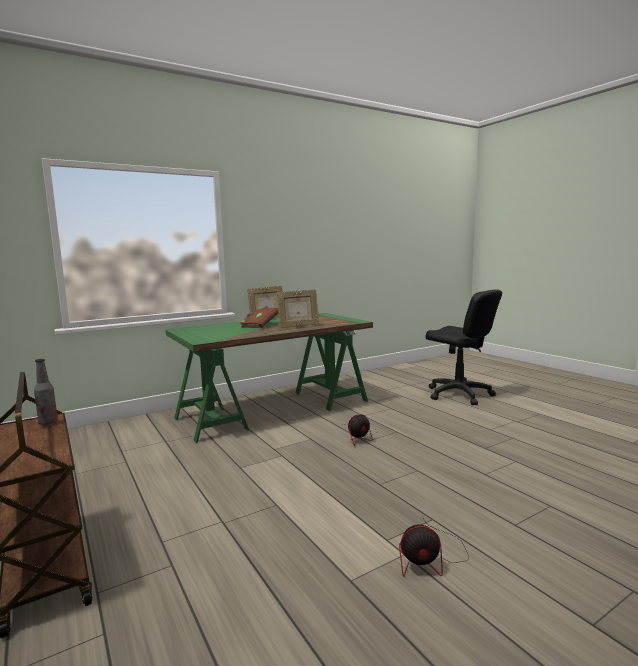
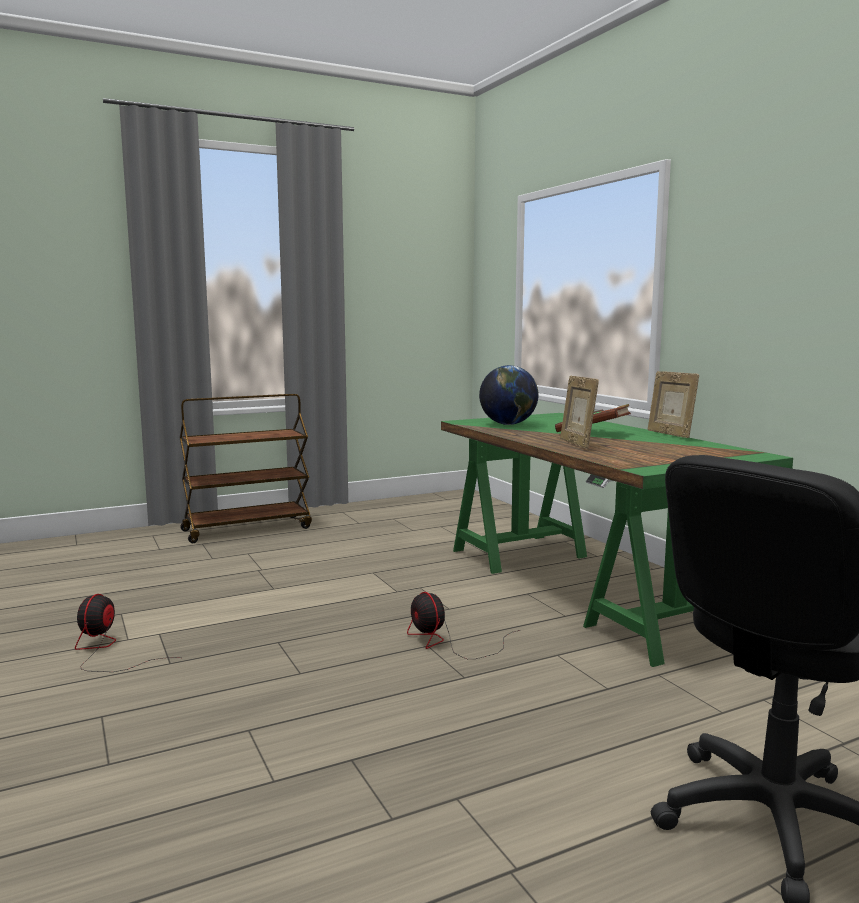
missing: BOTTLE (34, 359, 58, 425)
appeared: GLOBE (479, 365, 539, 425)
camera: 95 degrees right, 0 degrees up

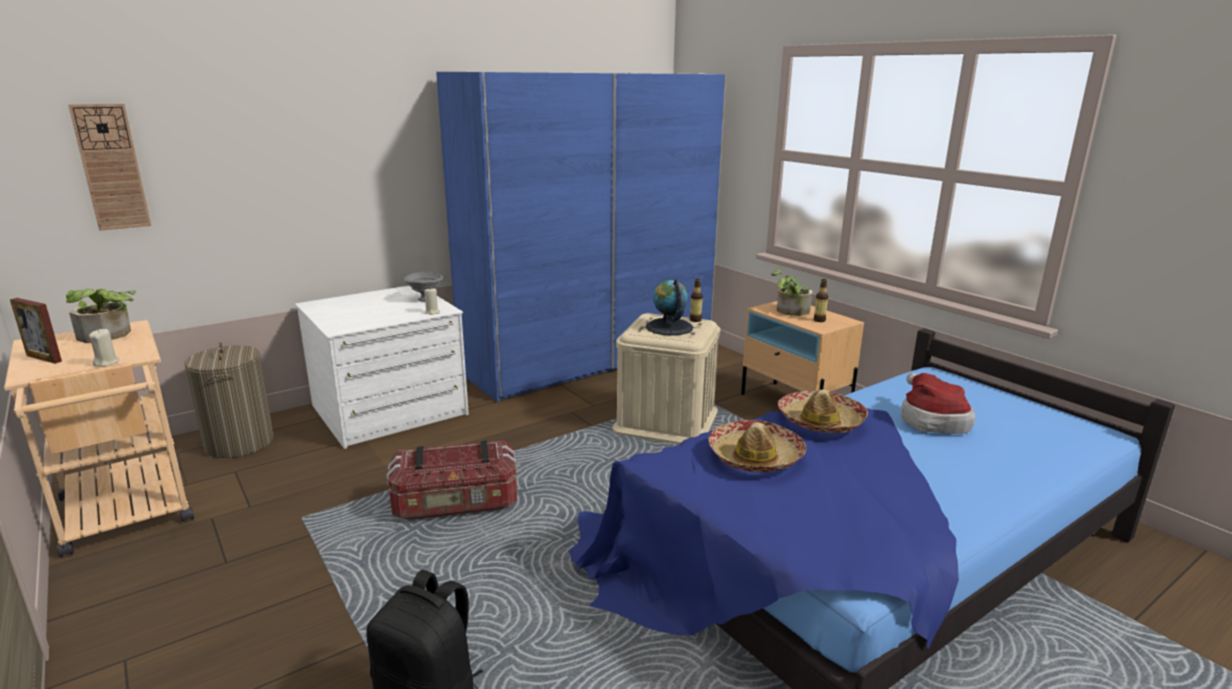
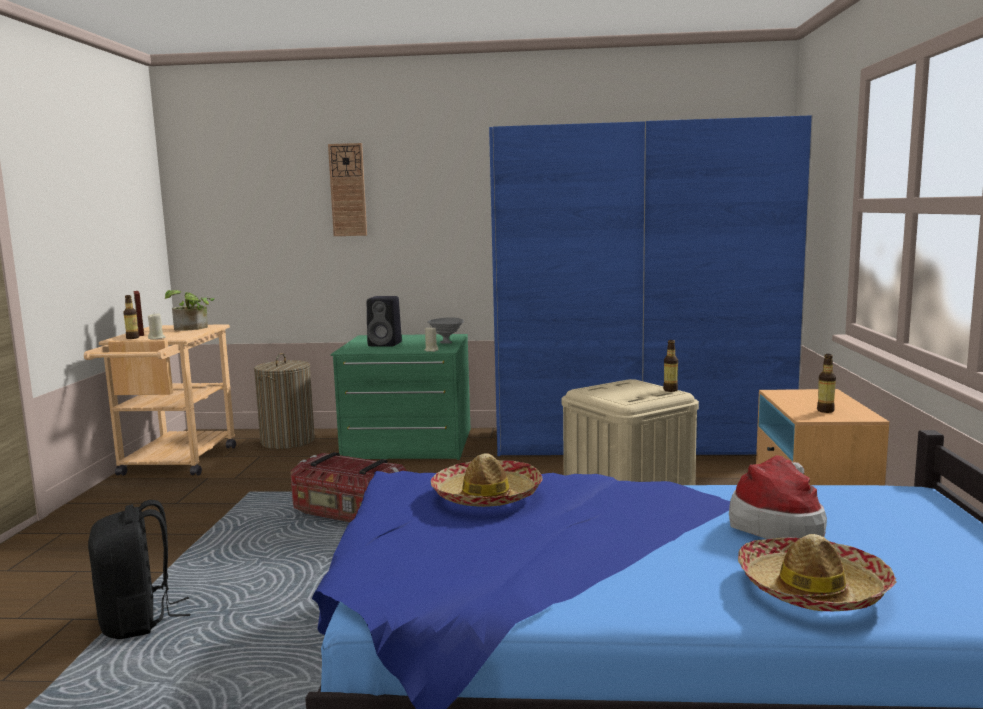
missing: GLOBE (646, 279, 693, 336); POTTED PLANT (771, 268, 812, 316)
appeared: BOTTLE (123, 295, 139, 339); BLACK SPEAKER (367, 296, 402, 346)
relocated: WALL CLOCK (68, 104, 151, 231) to (328, 143, 367, 236); HAT (777, 390, 868, 433) to (738, 534, 897, 611)
colour: WHITE DRESSER (295, 286, 469, 449) to GREEN DRESSER (330, 334, 470, 460)
camera: 40 degrees right, 10 degrees down

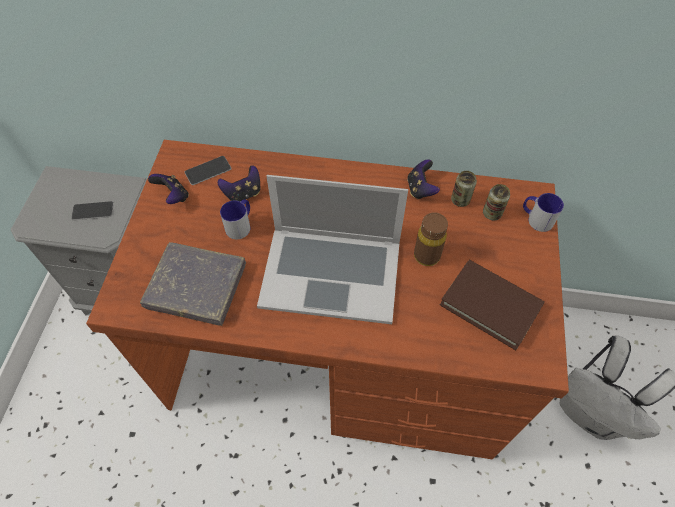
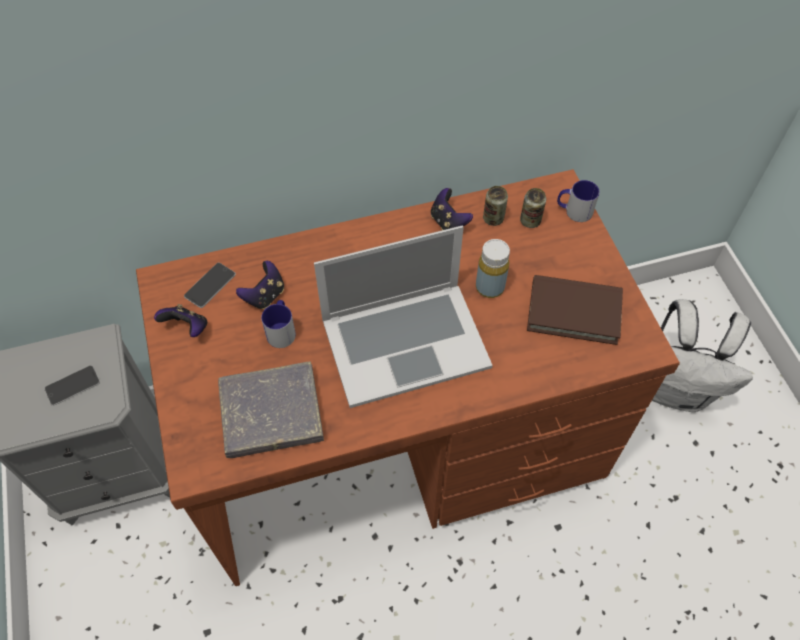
colour: BROWN BOTTLE (414, 212, 448, 266) to YELLOW BOTTLE (476, 239, 510, 298)
camera: 25 degrees left, 0 degrees up

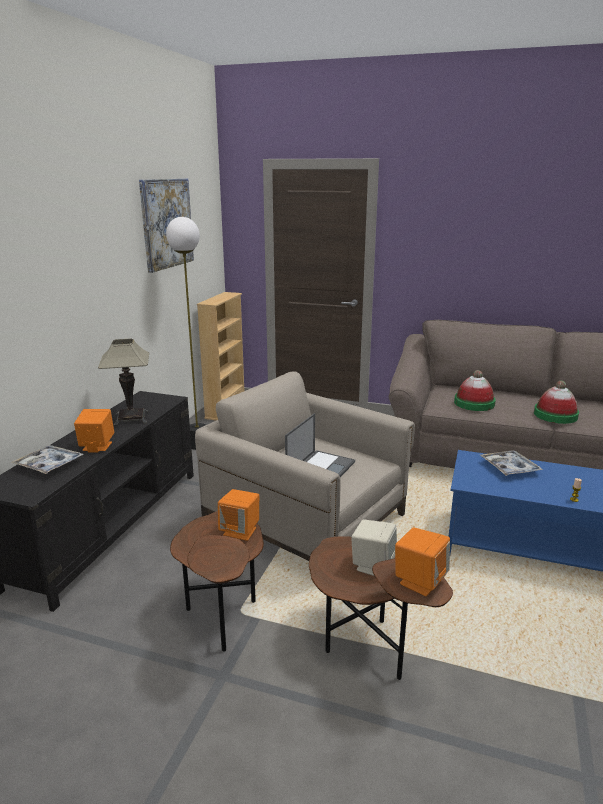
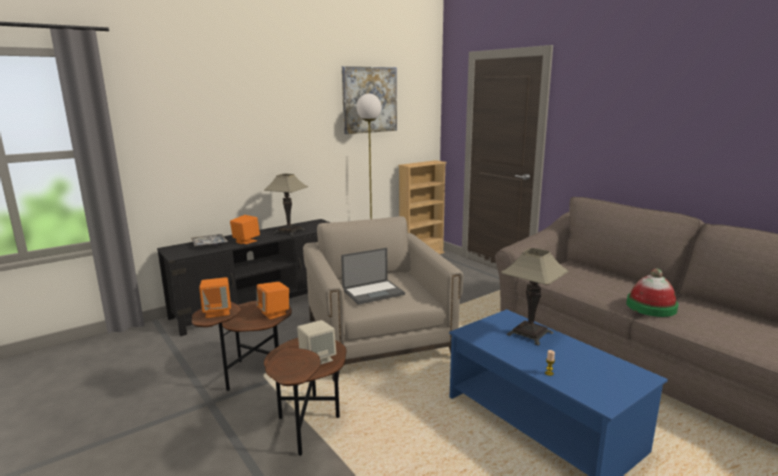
missing: HAT (454, 370, 496, 411)
relocated: ORANGE SPEAKER (395, 527, 450, 597) to (199, 277, 231, 318)
exchanged: TRAY (480, 450, 543, 476) to TABLE LAMP (501, 248, 569, 346)
camera: 35 degrees right, 5 degrees down

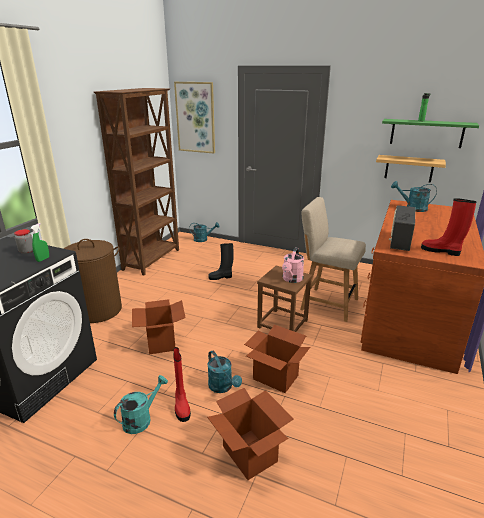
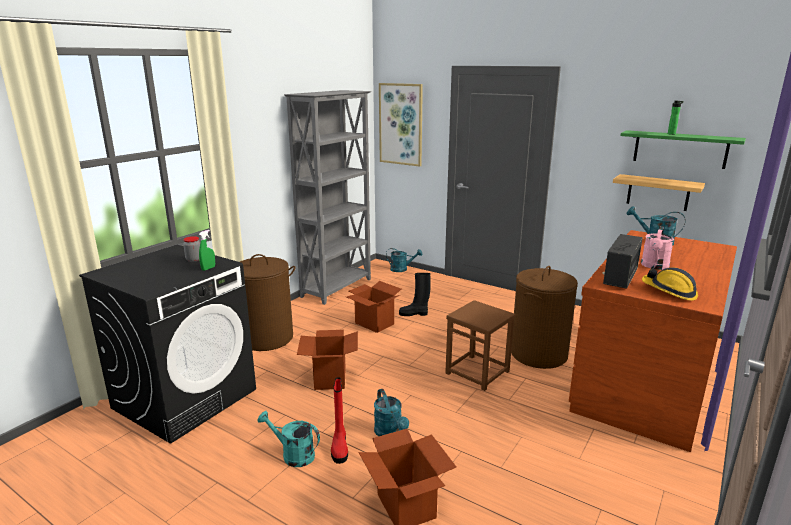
relocated: CARDBOARD BOX (244, 325, 310, 393) to (346, 281, 401, 333); PINK WATERING CAN (282, 247, 304, 283) to (641, 226, 674, 270)
exchanged: BEIGE CHAIR (300, 197, 366, 322) to BROWN LAUNDRY BASKET (511, 266, 578, 369); RED BOOT (421, 198, 477, 256) to HARD HAT (642, 267, 698, 301)
colour: BROWN BOOKCASE (94, 88, 179, 275) to GREY BOOKCASE (284, 90, 371, 305)
spun: TURQUOISE WATERING CAN (114, 375, 168, 434) = (257, 411, 320, 467) 120 degrees counterclockwise
camera: 10 degrees right, 5 degrees down

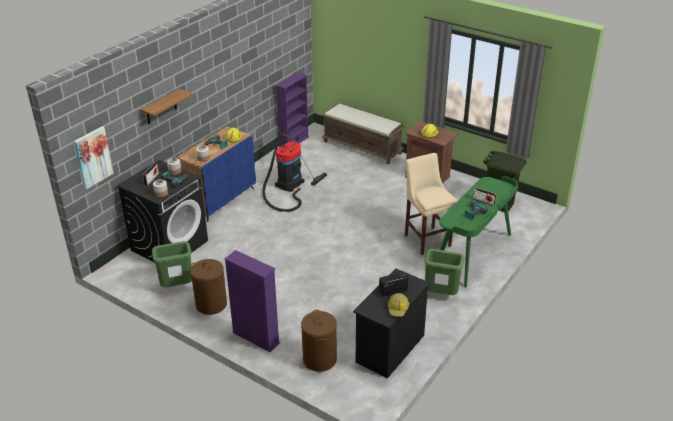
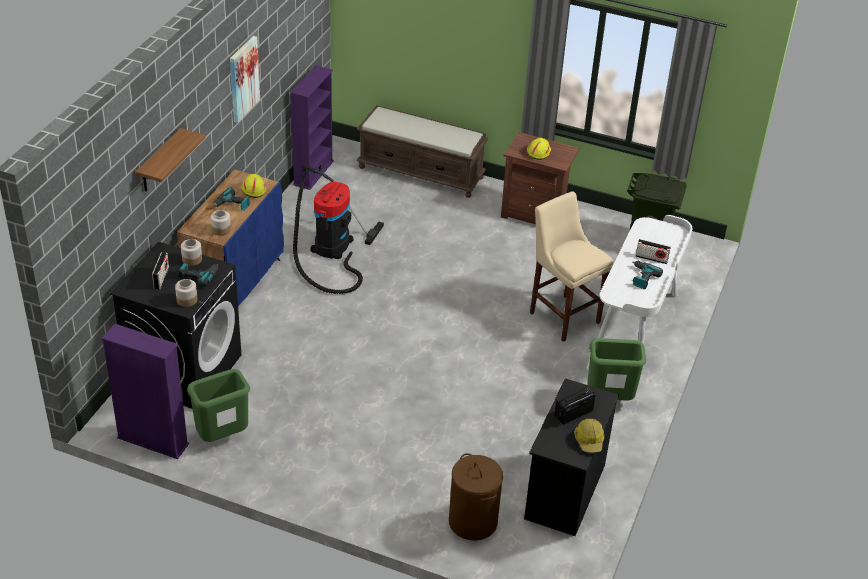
missing: BROWN LAUNDRY BASKET (190, 259, 227, 315)
relocated: PICTURE (74, 126, 114, 189) to (230, 36, 260, 123); PURPLE BOOKCASE (224, 250, 280, 352) to (101, 324, 189, 459)
colour: GREEN DESK (439, 176, 518, 288) to WHITE DESK (587, 215, 692, 385)
camera: 15 degrees left, 5 degrees up

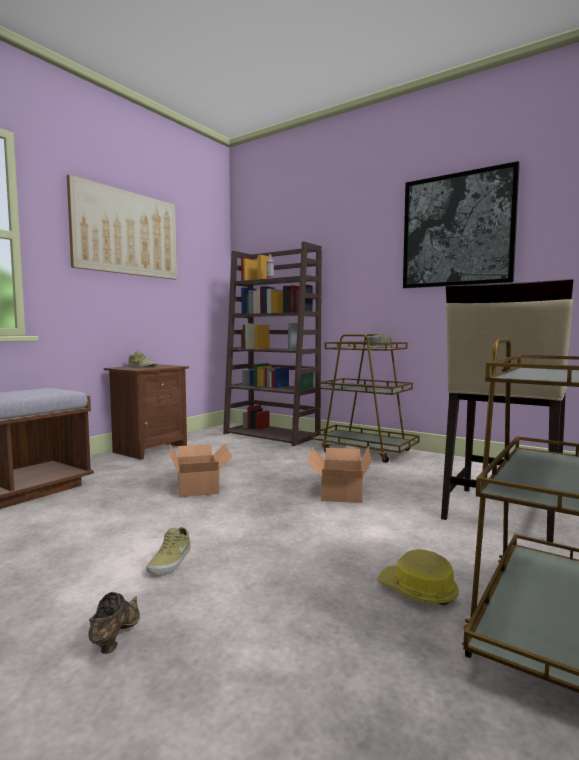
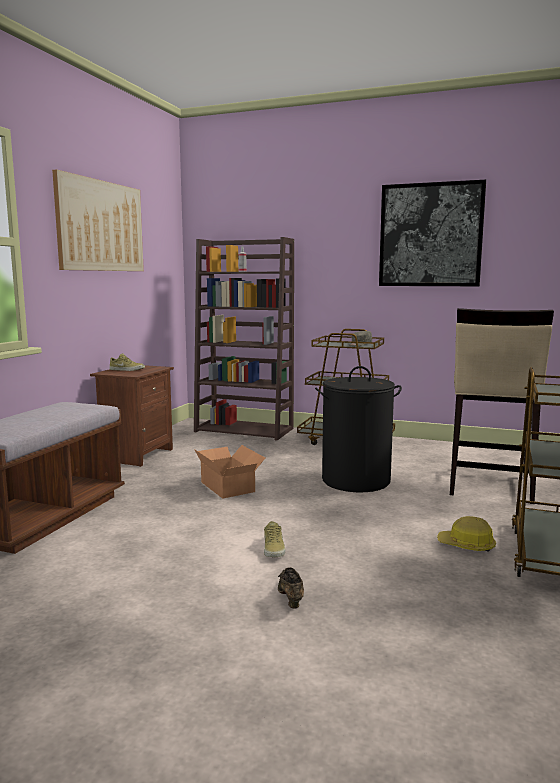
exchanged: CARDBOARD BOX (308, 446, 371, 503) to BLACK LAUNDRY BASKET (315, 366, 402, 492)
camera: 15 degrees left, 5 degrees up

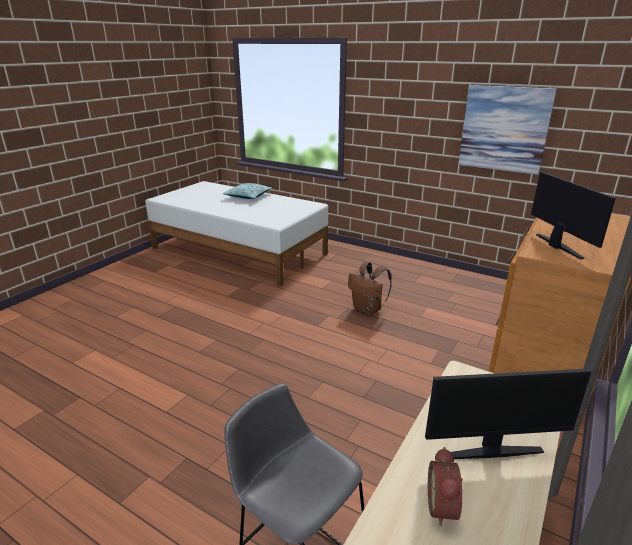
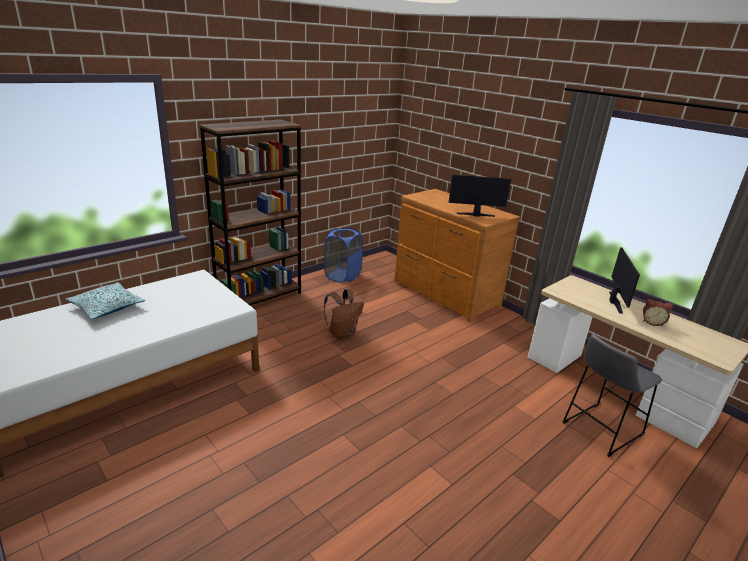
missing: PICTURE (458, 85, 557, 175)
appeared: BROWN BOOKCASE (199, 120, 301, 305); BLUE LAUNDRY BASKET (324, 228, 363, 283)
camera: 75 degrees left, 0 degrees up

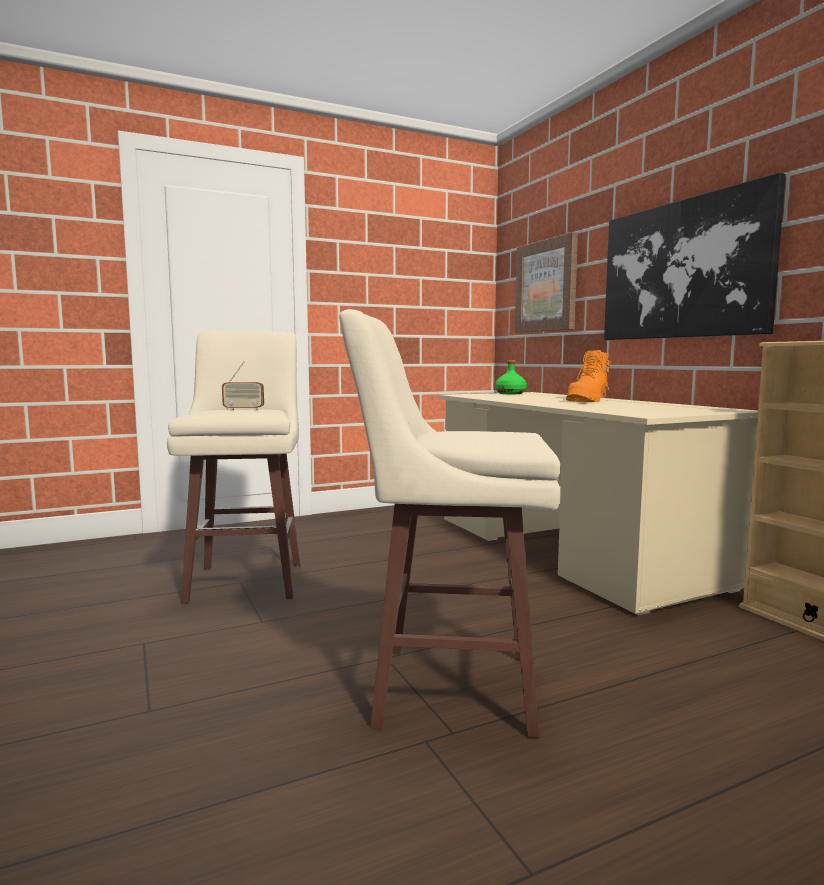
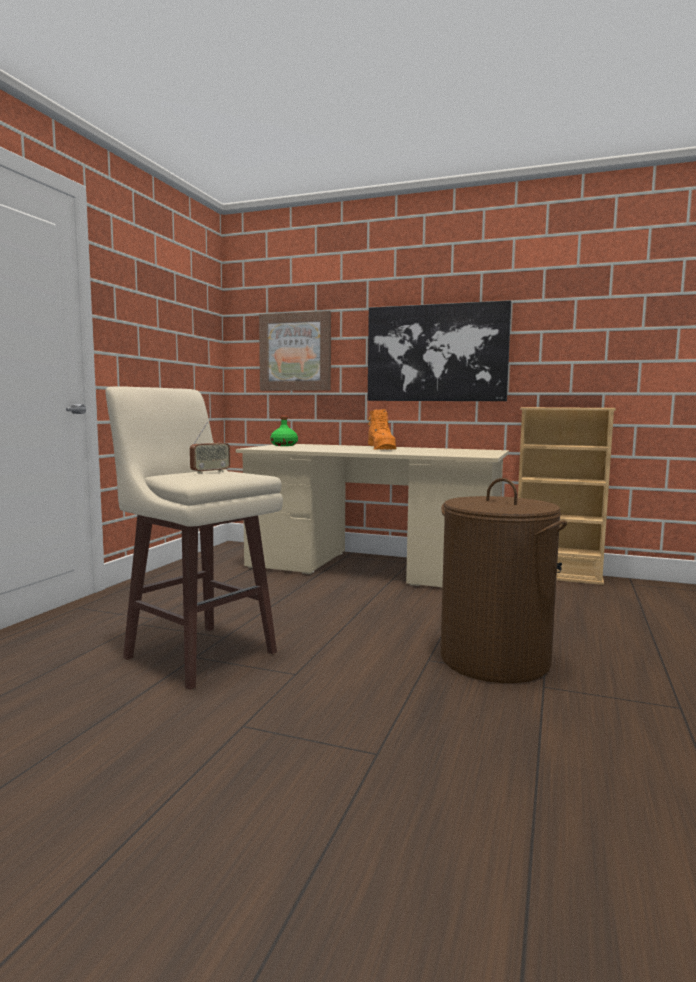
exchanged: BEIGE STOOL (339, 309, 560, 738) to BROWN LAUNDRY BASKET (440, 478, 567, 683)
camera: 45 degrees left, 0 degrees up

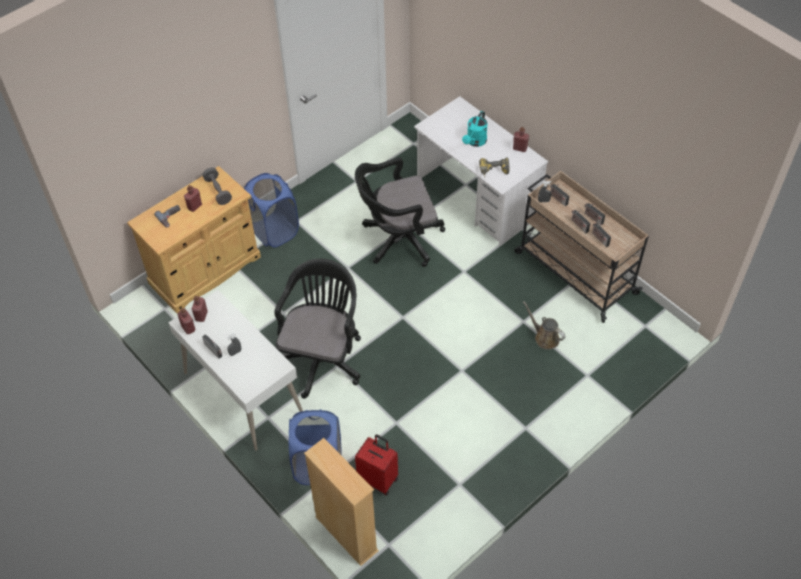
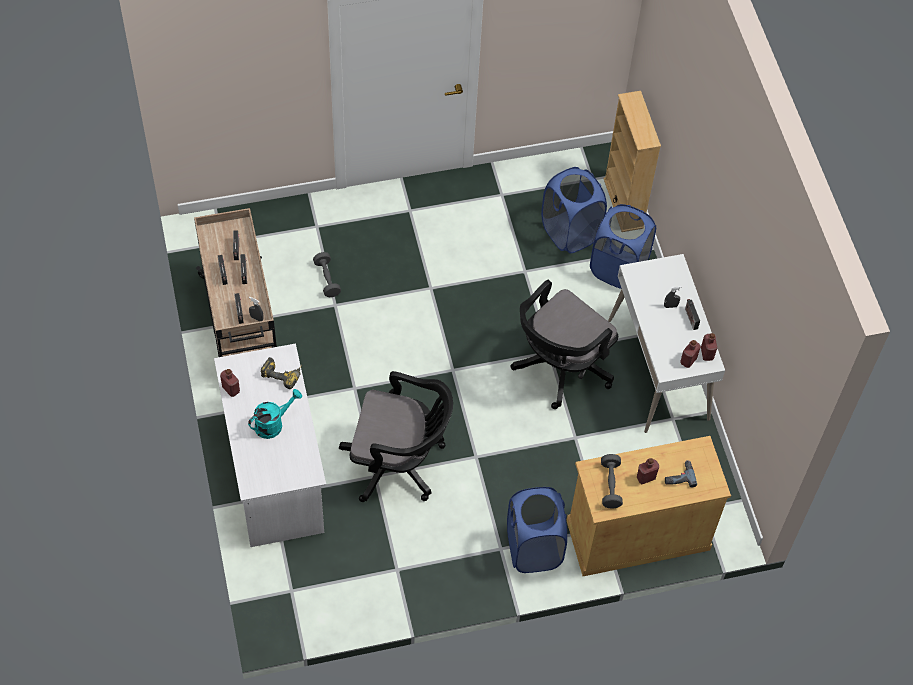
exchanged: RED SUITCASE (355, 434, 398, 496) to BLUE LAUNDRY BASKET (541, 167, 607, 253); BROWN WATERING CAN (523, 301, 565, 350) to GREY DUMBBELL (313, 252, 341, 297)
camera: 155 degrees left, 5 degrees up

